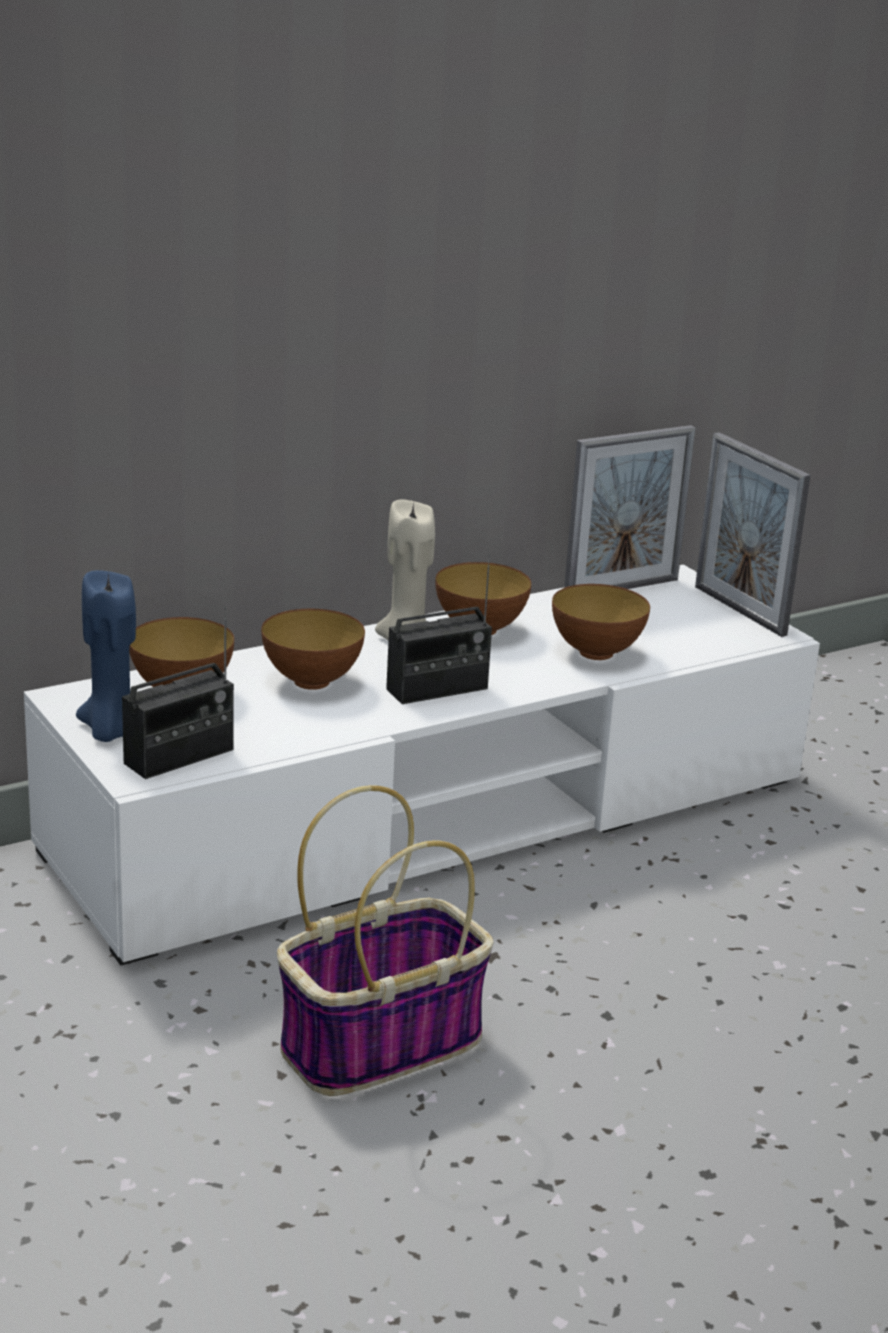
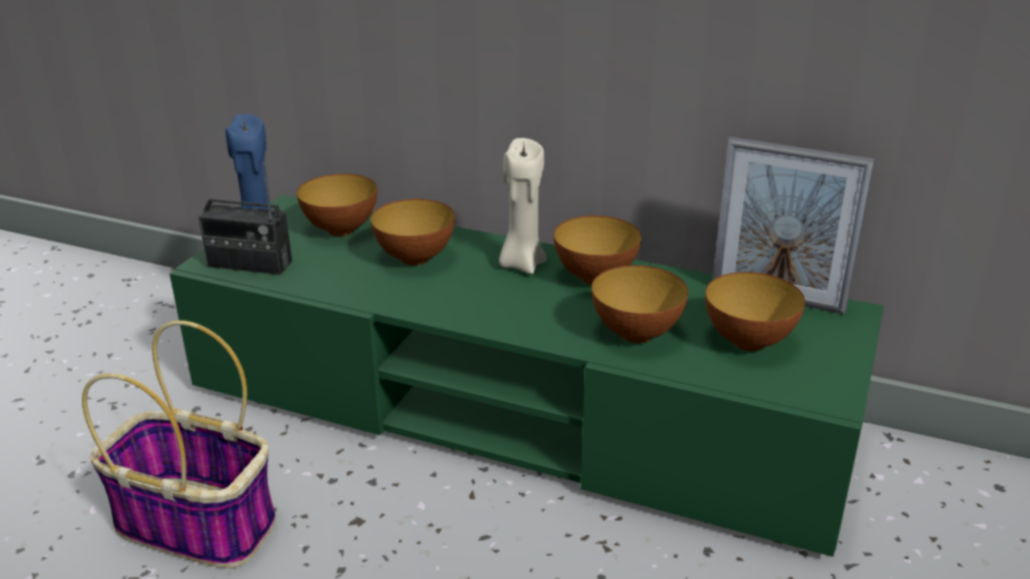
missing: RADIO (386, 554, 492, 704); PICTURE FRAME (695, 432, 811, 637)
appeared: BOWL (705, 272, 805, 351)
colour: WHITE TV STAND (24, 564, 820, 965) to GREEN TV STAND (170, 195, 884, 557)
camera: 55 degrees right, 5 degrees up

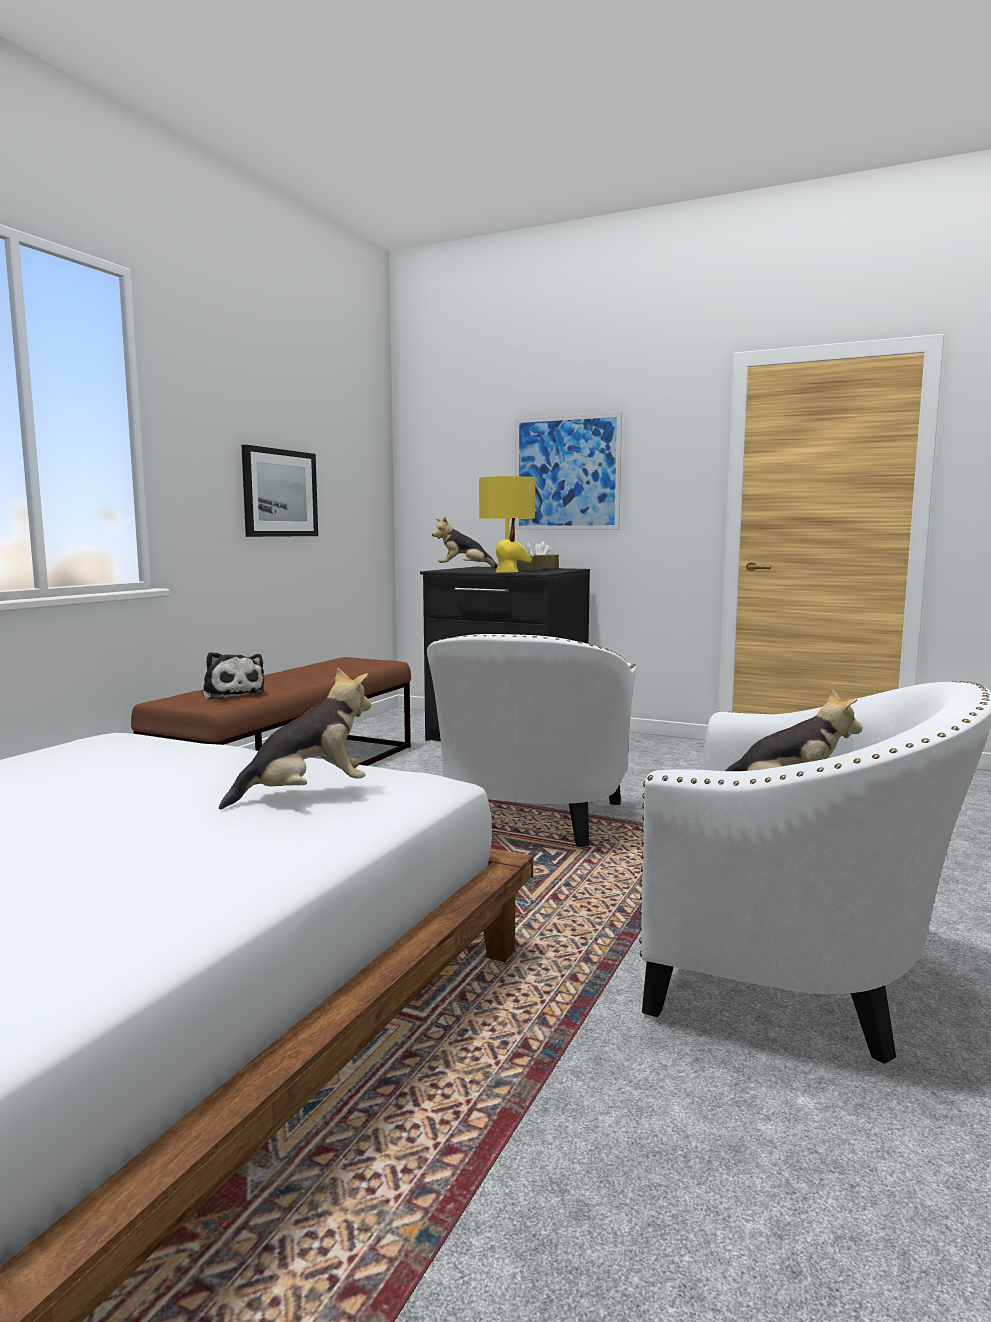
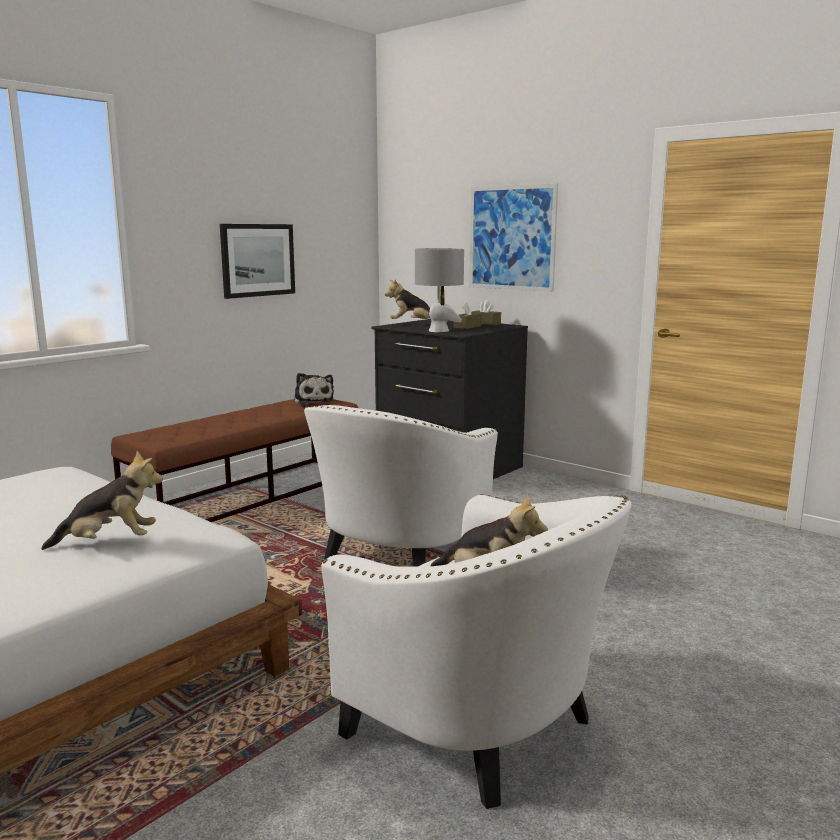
relocated: PLUSH TOY (201, 652, 265, 699) to (294, 373, 334, 404)
colour: YELLOW TABLE LAMP (479, 476, 535, 573) to GREY TABLE LAMP (415, 248, 464, 332)
camera: 15 degrees right, 5 degrees up

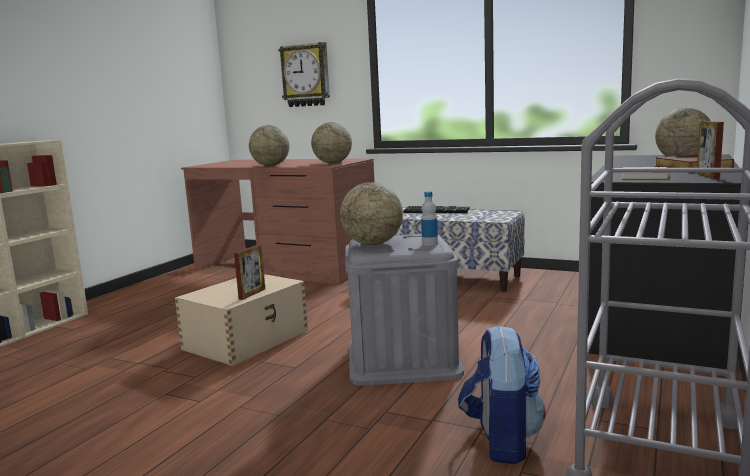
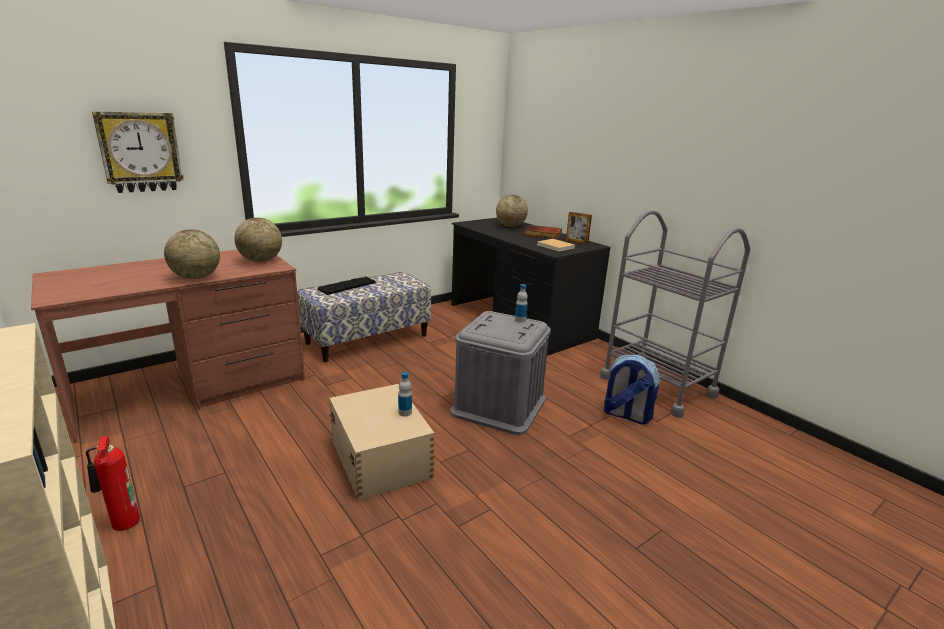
missing: GLOBE (340, 182, 403, 245)
appeared: FIRE EXTINGUISHER (86, 436, 140, 531)
exchanged: PICTURE FRAME (234, 245, 265, 300) to BOTTLE (398, 372, 412, 416)
camera: 65 degrees left, 10 degrees up

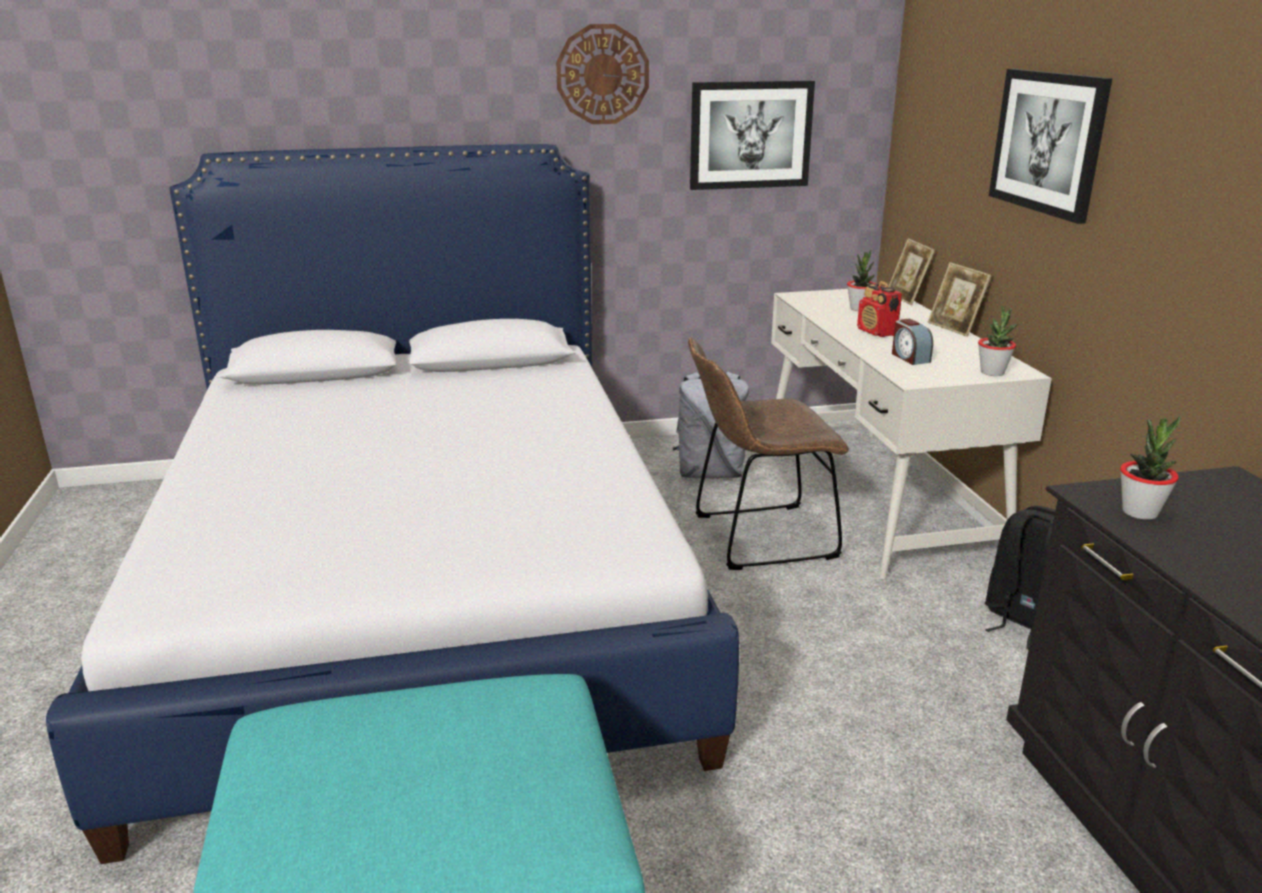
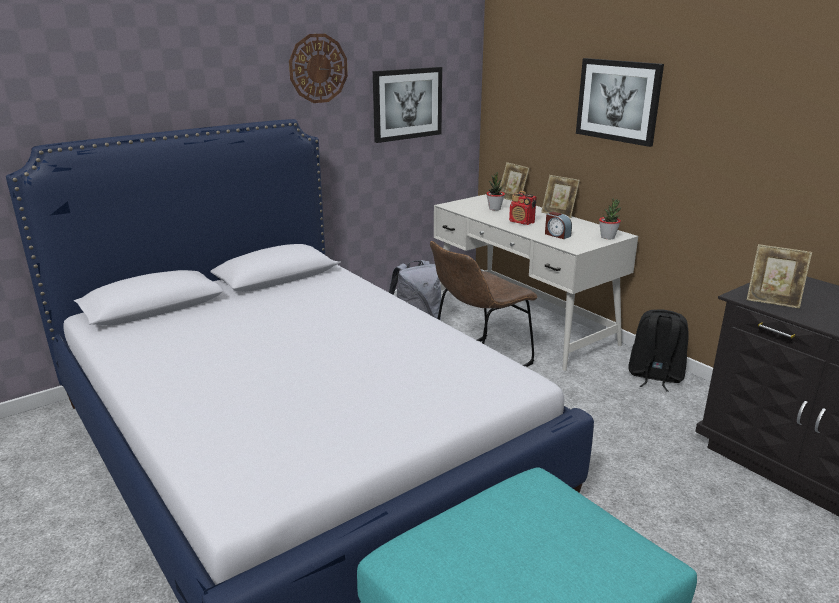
exchanged: POTTED PLANT (1120, 416, 1181, 520) to PICTURE FRAME (747, 244, 812, 309)
camera: 25 degrees left, 0 degrees up

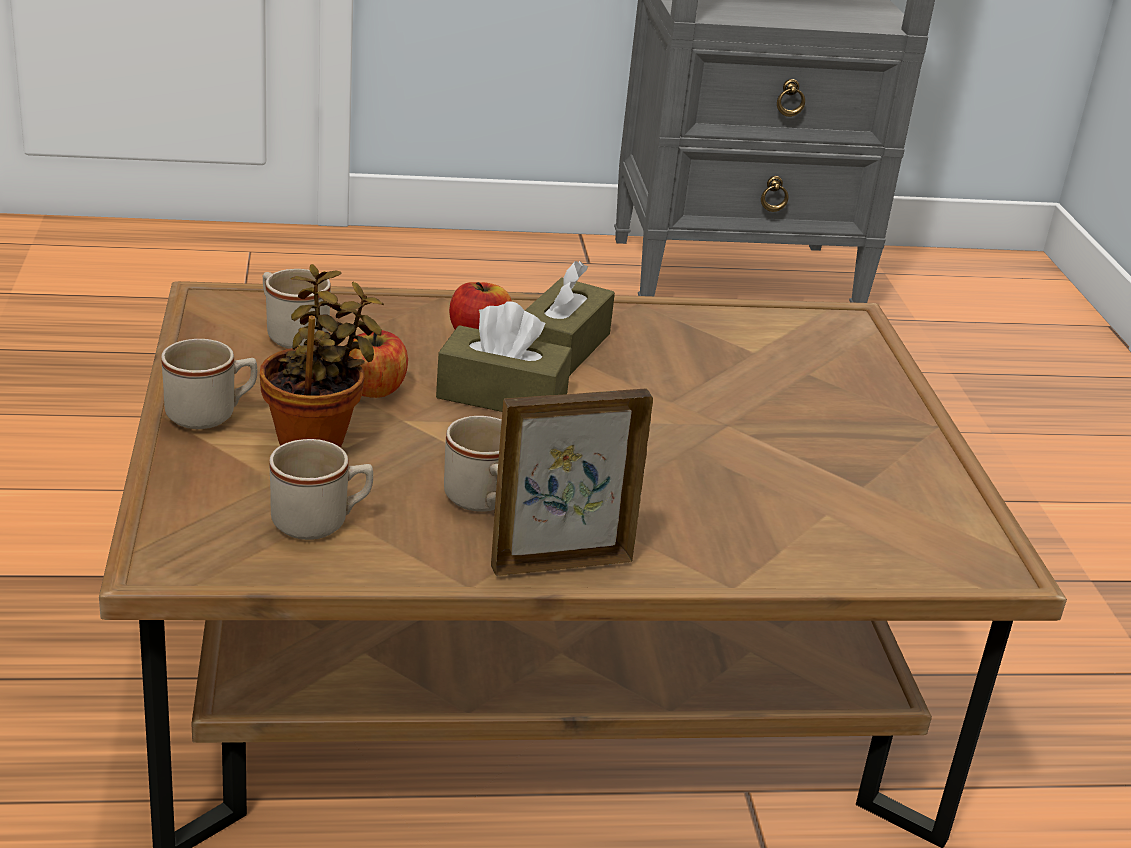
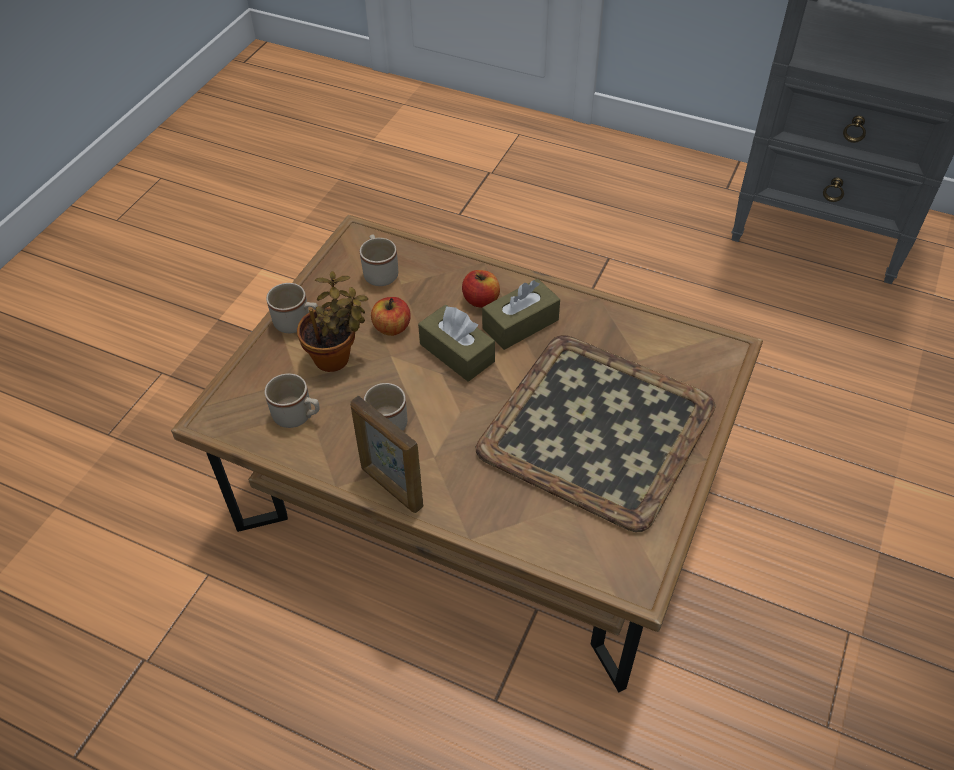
appeared: TRAY (476, 335, 716, 532)
spun: PICTURE FRAME (491, 389, 653, 576) = (350, 395, 423, 513) 150 degrees counterclockwise
camera: 35 degrees right, 20 degrees up

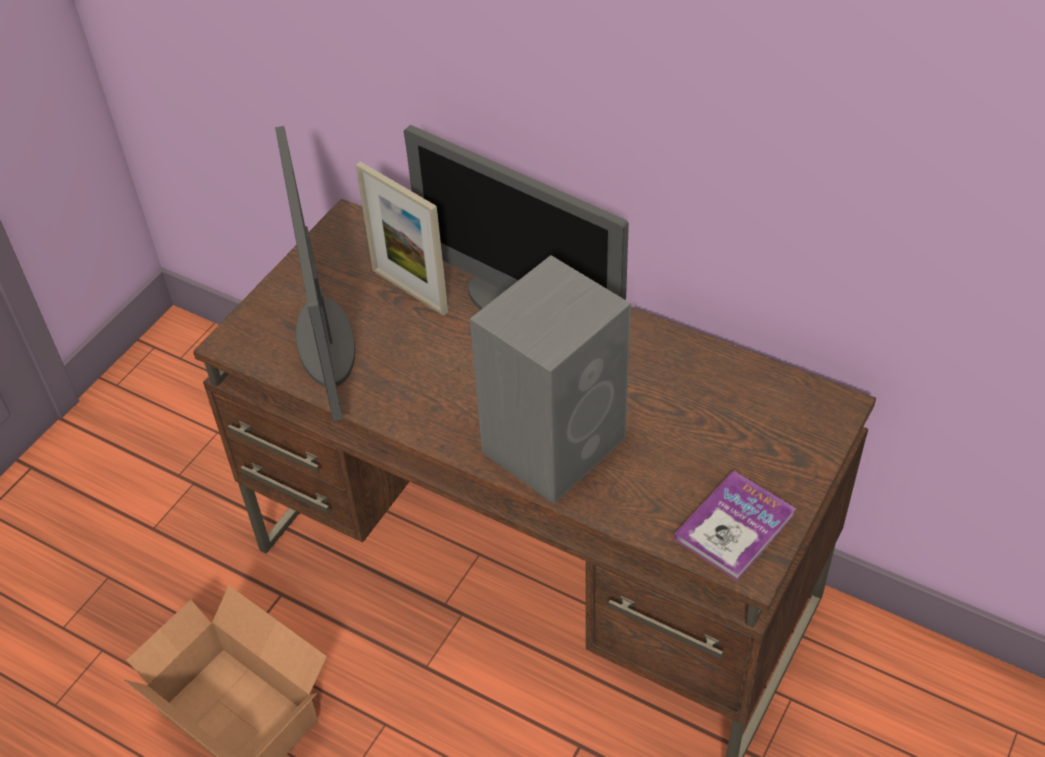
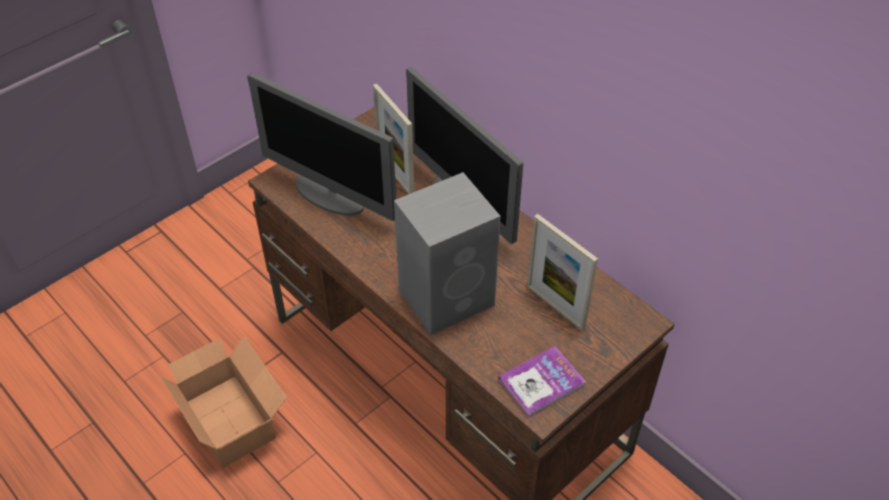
appeared: PICTURE FRAME (527, 214, 598, 331)
spun: MONITOR (275, 126, 355, 422) = (247, 72, 396, 221) 60 degrees counterclockwise
camera: 15 degrees right, 0 degrees up

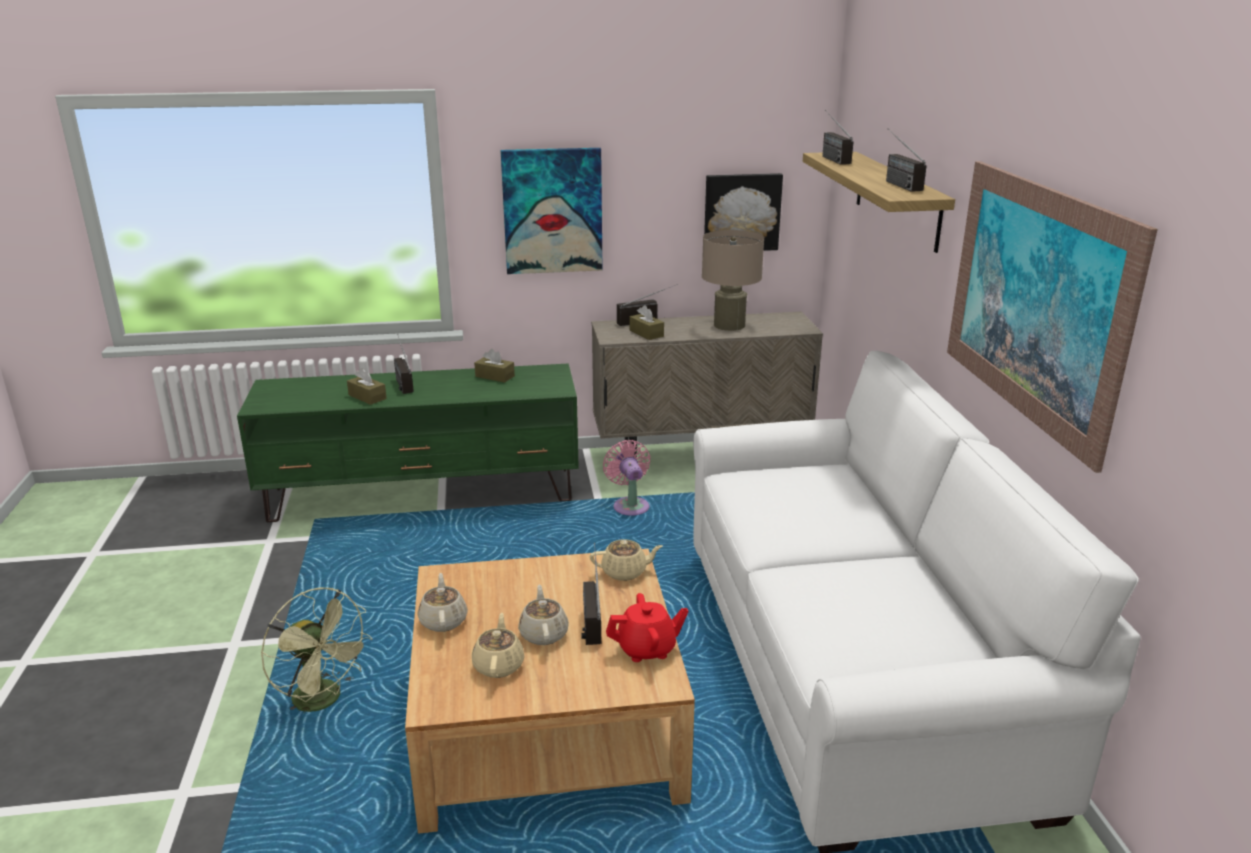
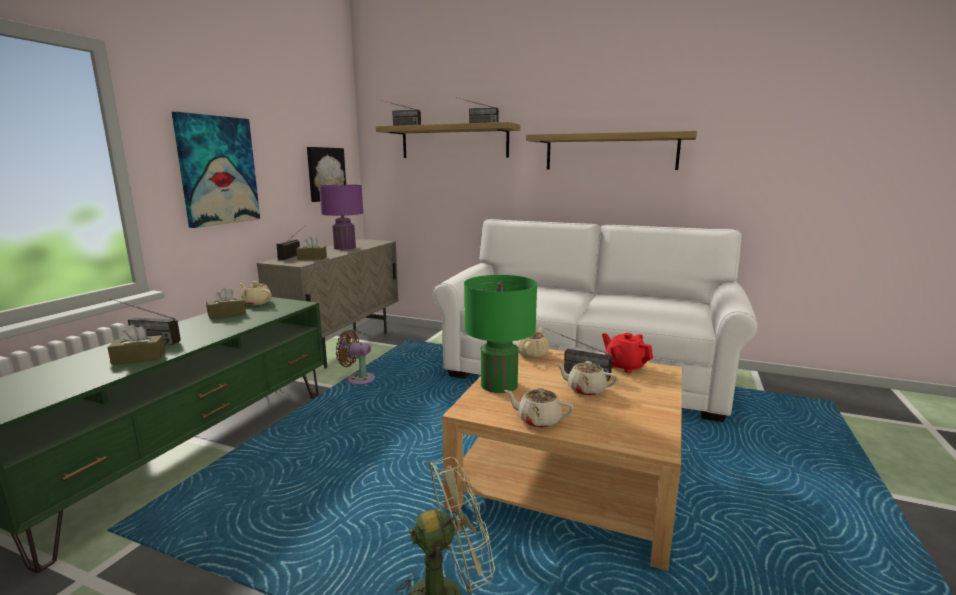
appeared: GREEN TABLE LAMP (464, 275, 537, 393)
relocated: BEIGE TEAPOT (472, 613, 525, 678) to (239, 281, 272, 305)
exchanged: PICTURE (947, 161, 1158, 473) to SHELF (526, 131, 697, 170)
colour: PINK FAN (603, 440, 650, 516) to BROWN FAN (336, 330, 375, 385); BEIGE TABLE LAMP (702, 230, 764, 331) to PURPLE TABLE LAMP (319, 185, 363, 250)
spun: RED TEAPOT (606, 593, 689, 662) = (602, 333, 653, 373) 60 degrees counterclockwise
camera: 60 degrees left, 10 degrees down

